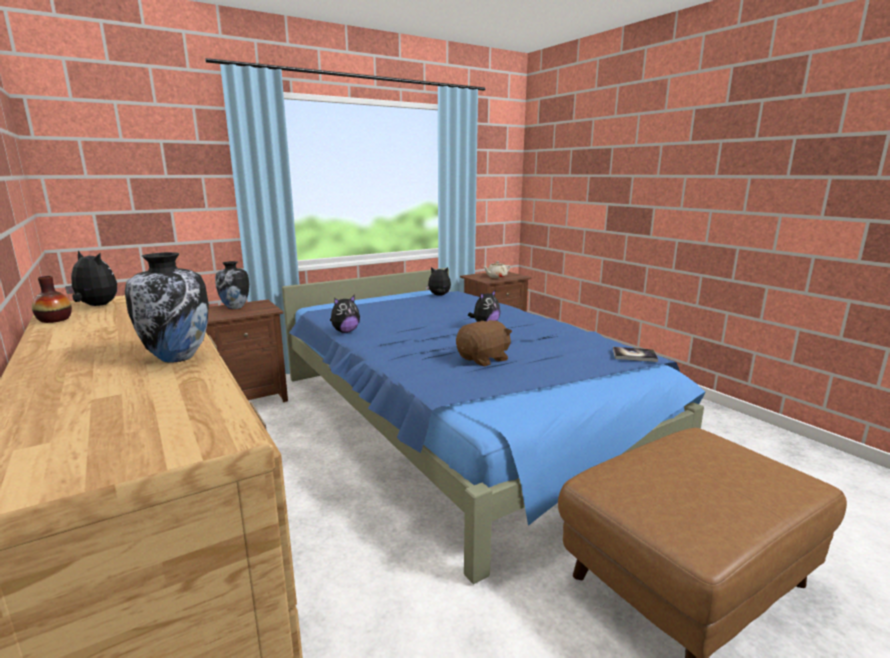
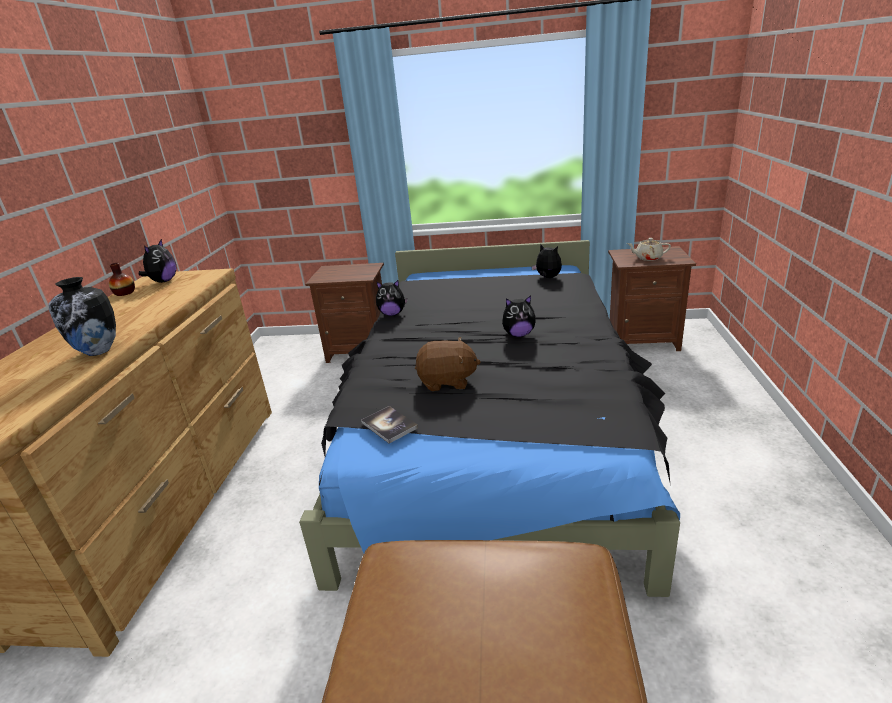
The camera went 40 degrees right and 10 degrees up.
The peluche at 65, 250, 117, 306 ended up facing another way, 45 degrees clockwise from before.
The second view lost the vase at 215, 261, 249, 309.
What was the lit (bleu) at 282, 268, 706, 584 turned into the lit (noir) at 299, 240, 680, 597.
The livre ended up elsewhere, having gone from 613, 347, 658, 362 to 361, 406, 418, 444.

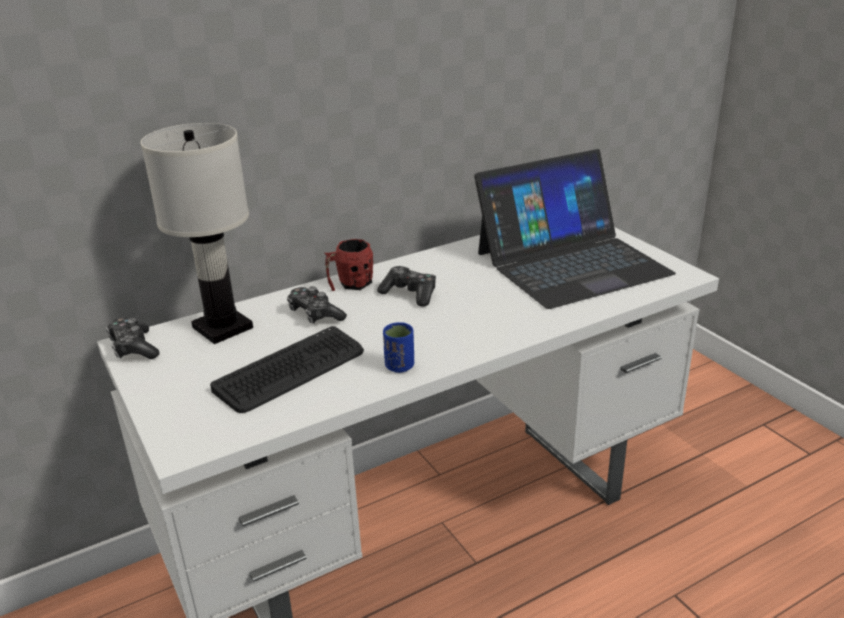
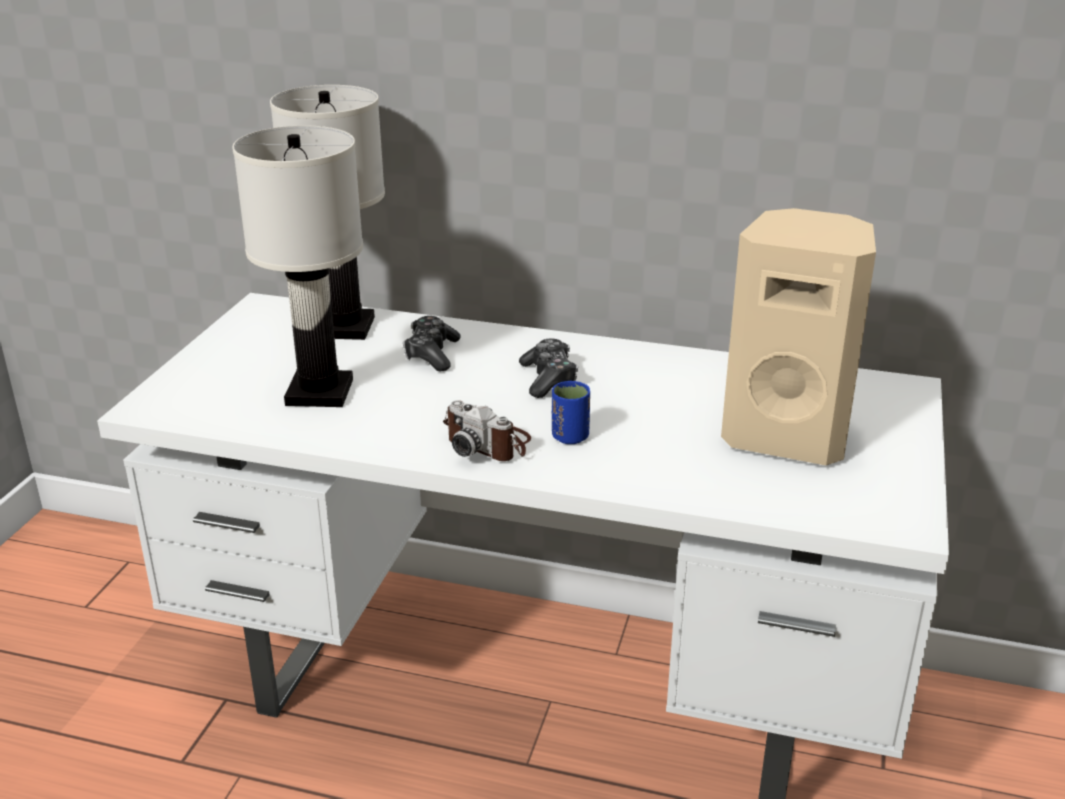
The camera went 45 degrees right and 0 degrees up.
The second view lost the manette at 106, 317, 160, 359.
Where the clavier stood at 210, 326, 364, 413, the lampe de table (blanc) came to stand at 232, 126, 363, 407.
The second view lost the mug (rouge) at 325, 239, 373, 291.
The tasse (bleu) ended up elsewhere, having gone from 383, 322, 414, 373 to 552, 381, 590, 444.
Where the ordinateur portable stood at 474, 149, 676, 309, the enceinte (beige) came to stand at 721, 208, 876, 465.
The second view gained the appareil photo at 443, 400, 531, 461.

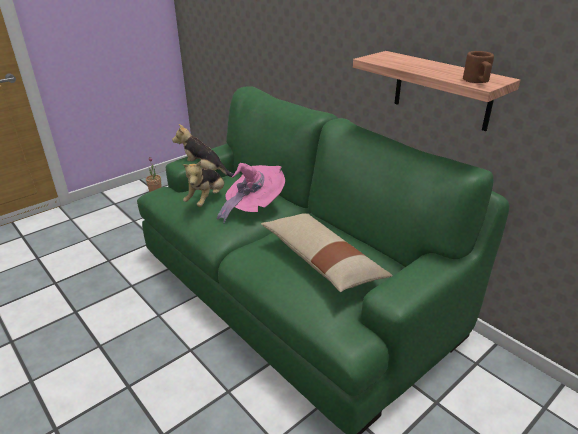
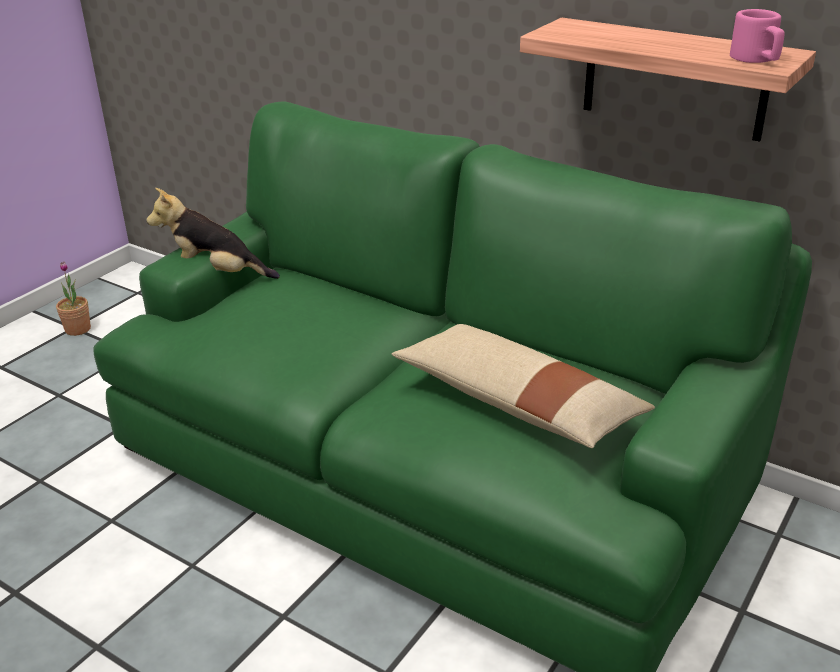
The camera went 15 degrees left and 0 degrees up.
The second view lost the peluche at 183, 161, 225, 207.
The second view lost the chapeau (rose) at 217, 163, 285, 223.
What was the mug (marron) at 463, 51, 494, 83 turned into the mug (rose) at 730, 9, 785, 63.

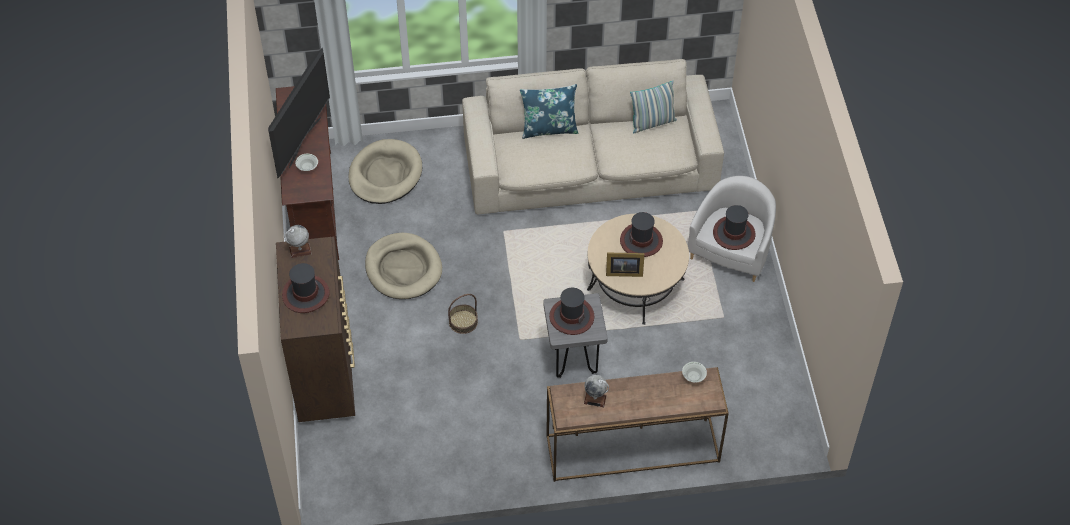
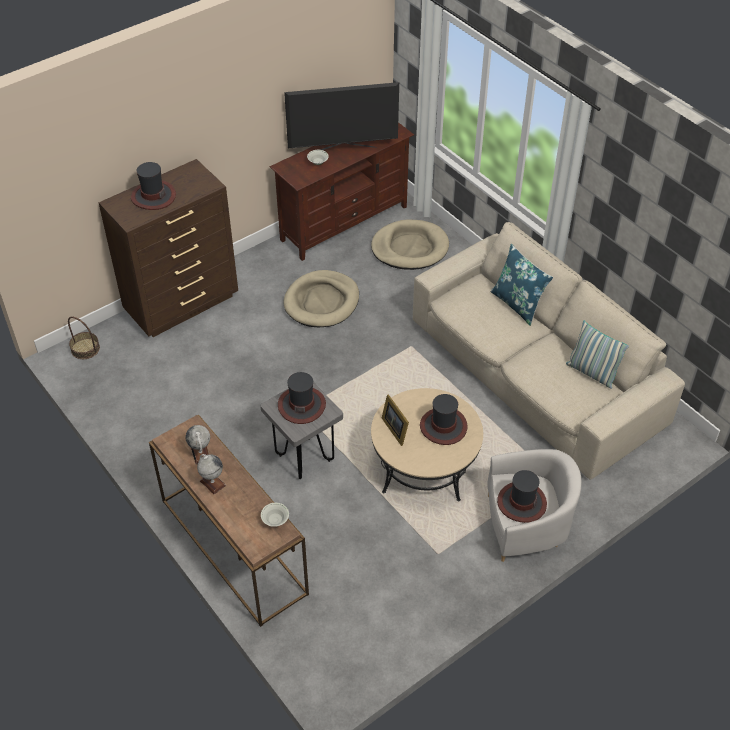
The camera went 60 degrees right and 5 degrees down.
The globe ended up elsewhere, having gone from 284, 225, 312, 258 to 197, 454, 226, 494.
The panier ended up elsewhere, having gone from 448, 294, 478, 334 to 68, 316, 100, 359.

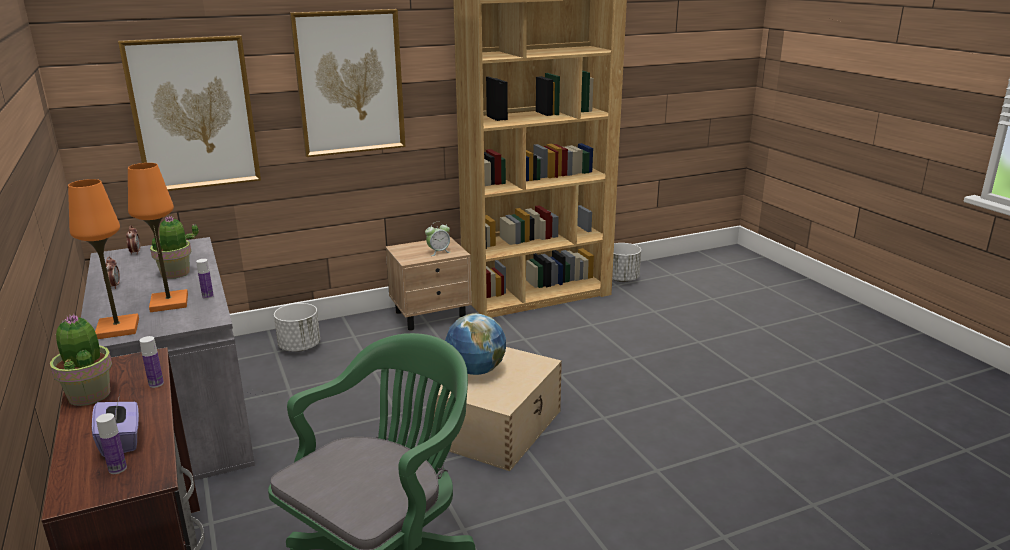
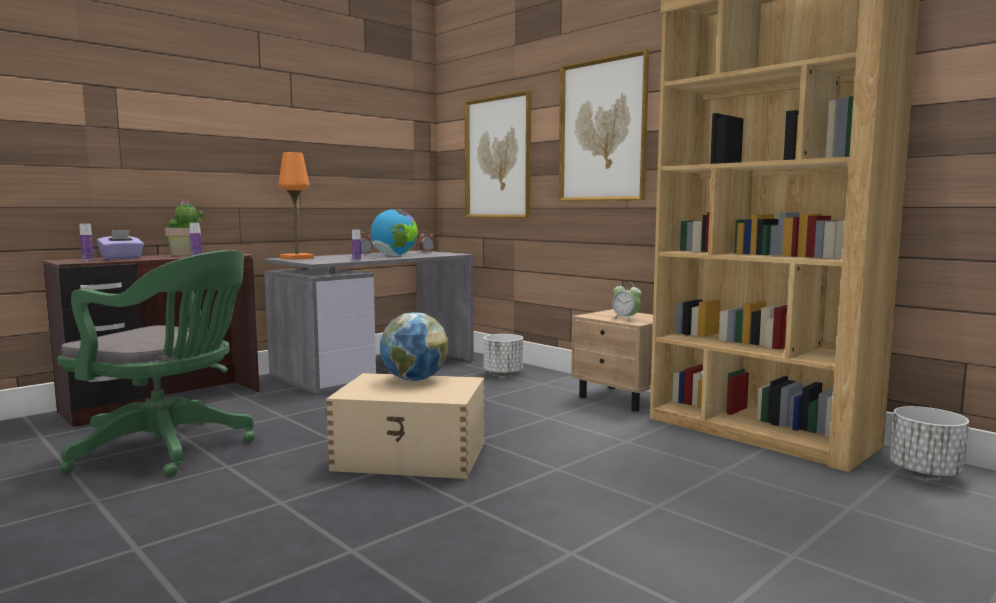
The camera went 70 degrees right and 15 degrees down.
The second view lost the lampe de table (orange) at 128, 163, 188, 312.
Where the plante en pot stood at 150, 216, 198, 279, the globe came to stand at 371, 209, 418, 256.

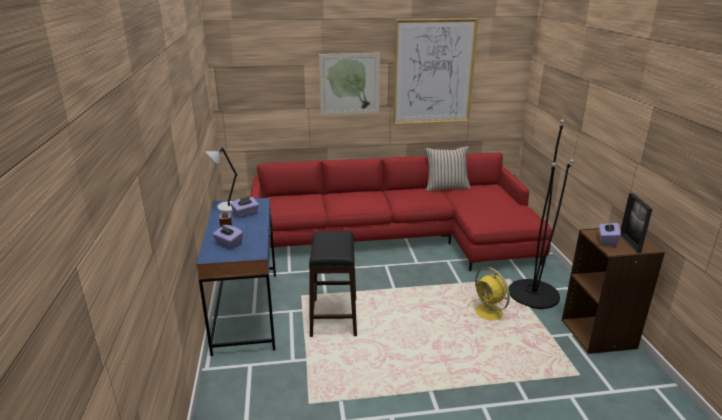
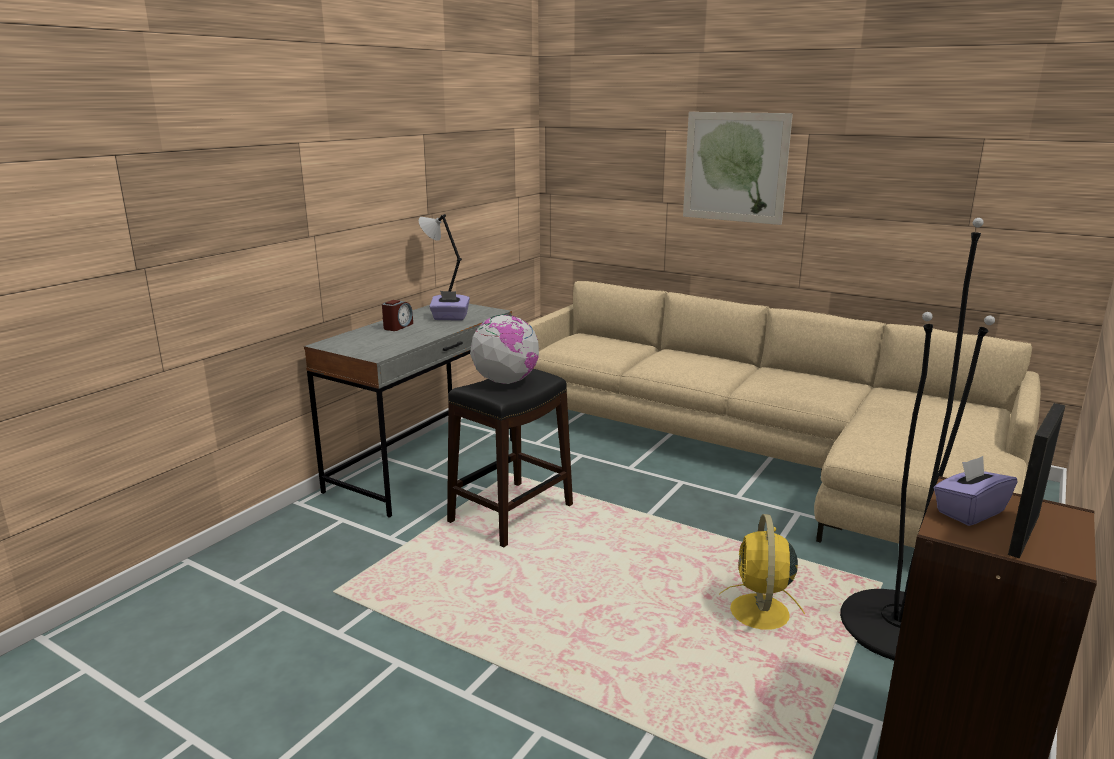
The camera went 40 degrees right and 5 degrees down.
What was the bureau (bleu) at 196, 198, 276, 356 turned into the bureau (gris) at 304, 304, 512, 518.
The second view lost the boîte à mouchoirs (violet) at 212, 225, 243, 249.
What was the canapé (rouge) at 250, 152, 552, 271 turned into the canapé (beige) at 528, 281, 1041, 548.
The second view lost the tableau at 393, 18, 478, 125.
The second view lost the coussin (beige) at 425, 146, 471, 191.
The second view gained the globe at 470, 314, 539, 384.

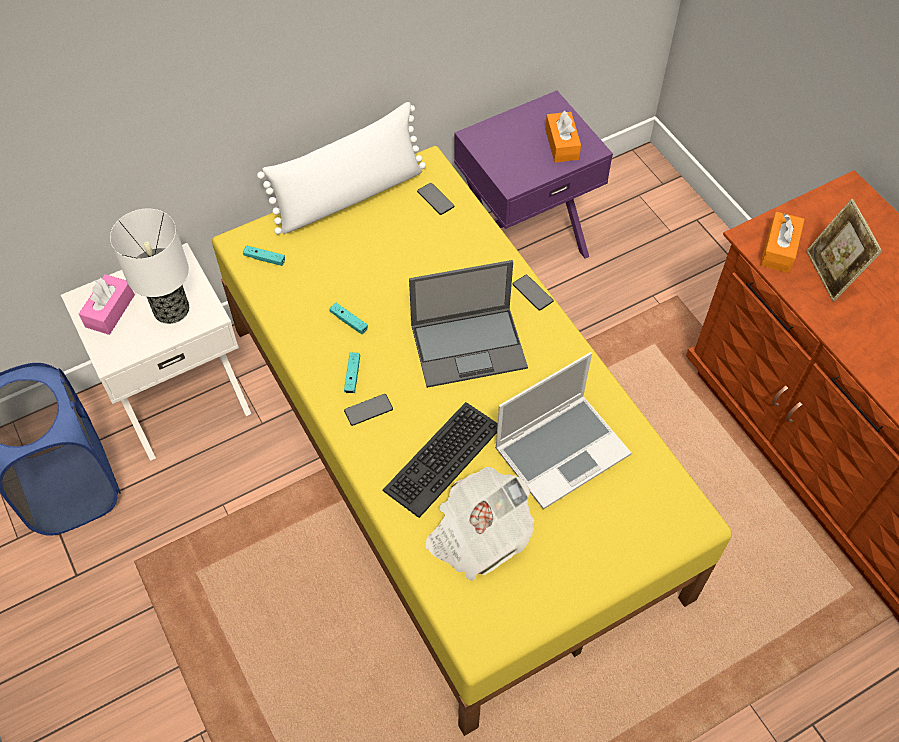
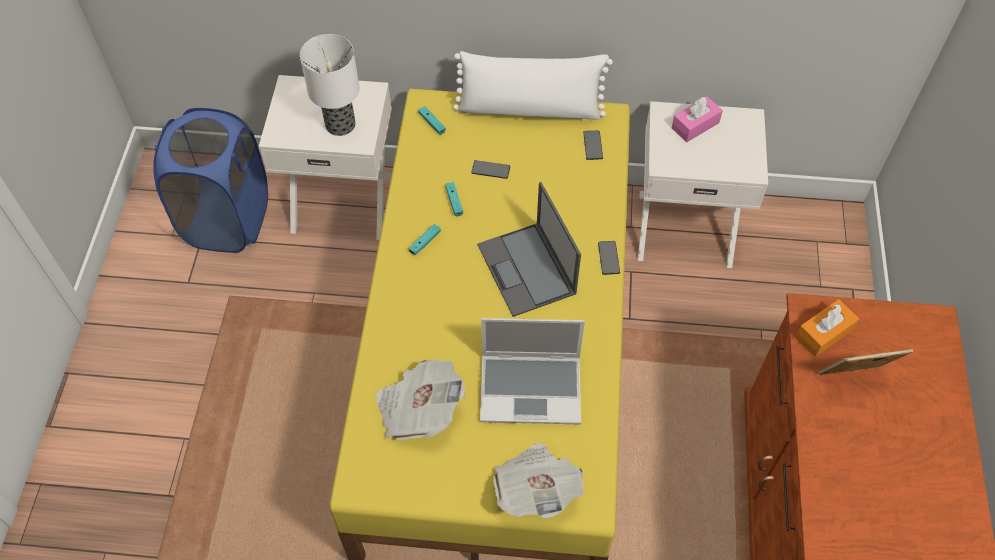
The camera went 35 degrees right and 0 degrees up.
The boîte à mouchoirs (rose) ended up elsewhere, having gone from 79, 274, 135, 335 to 672, 96, 723, 142.
The téléphone ended up elsewhere, having gone from 344, 394, 393, 426 to 471, 160, 510, 179.
The second view lost the clavier at 382, 402, 498, 518.
The ordinateur portable at 409, 260, 528, 388 ended up facing another way, 45 degrees clockwise from before.
What was the table de chevet (violet) at 454, 91, 613, 258 turned into the table de chevet (blanc) at 638, 101, 768, 268.
The second view lost the boîte à mouchoirs (orange) at 545, 111, 581, 162.
The cadre photo at 806, 199, 882, 302 ended up facing another way, 60 degrees clockwise from before.
The second view gained the journal at 493, 443, 584, 519.

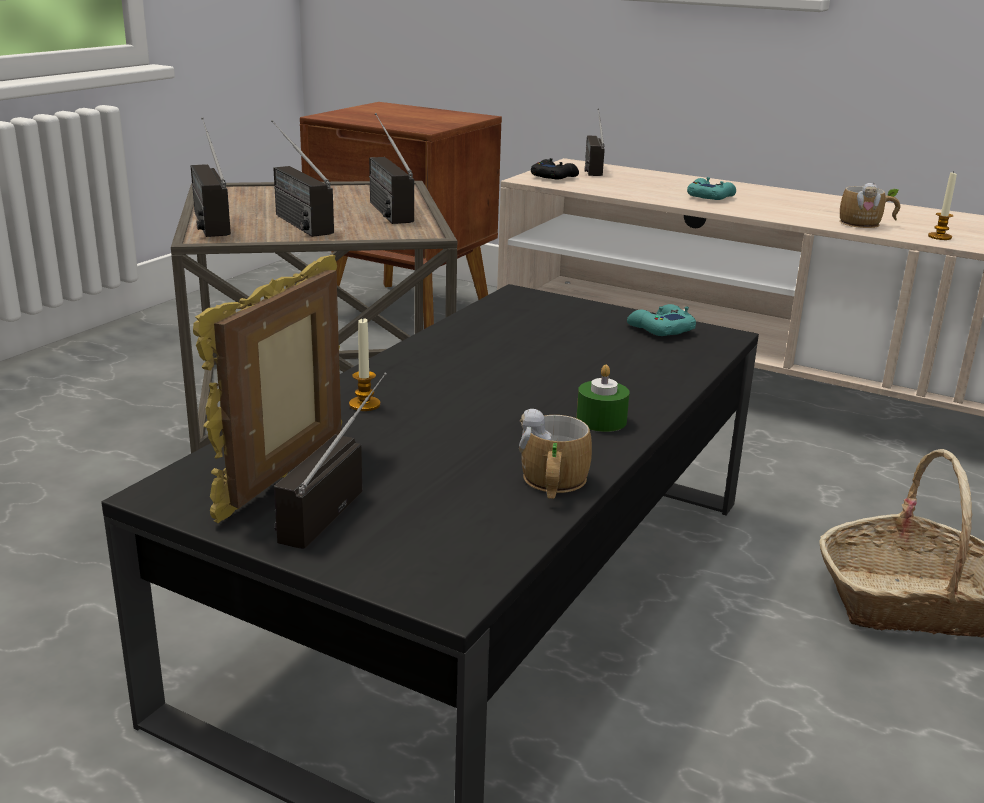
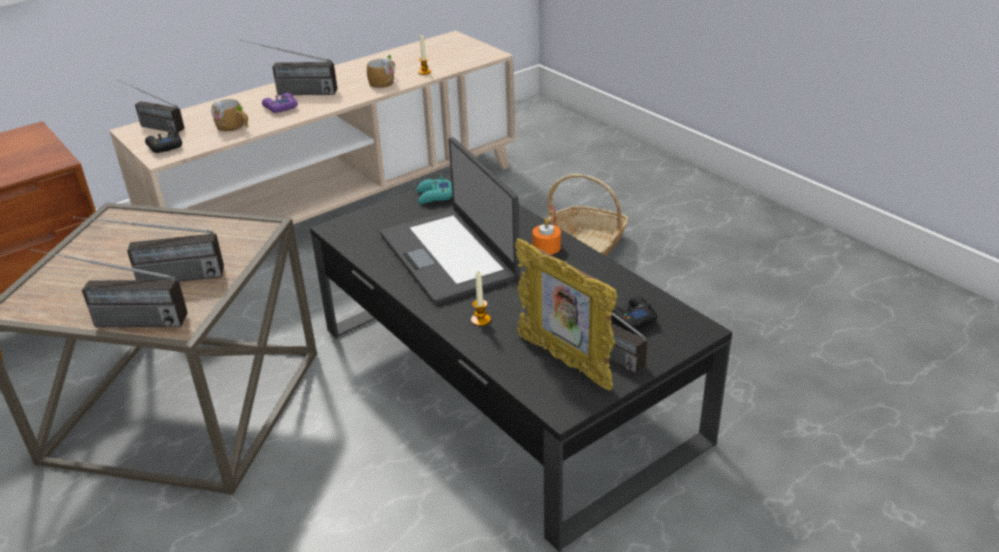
The camera went 65 degrees left and 10 degrees up.
The radio ended up elsewhere, having gone from 369, 113, 414, 224 to 240, 39, 337, 95.
The mug ended up elsewhere, having gone from 519, 409, 592, 499 to 211, 99, 249, 132.
What was the bougie (vert) at 577, 365, 629, 432 turned into the bougie (orange) at 532, 218, 561, 255.
What was the manette (turquoise) at 687, 177, 736, 200 turned into the manette (violet) at 262, 93, 298, 113.
The second view gained the ordinateur portable at 380, 137, 520, 304.
The second view gained the manette (noir) at 611, 296, 657, 331.

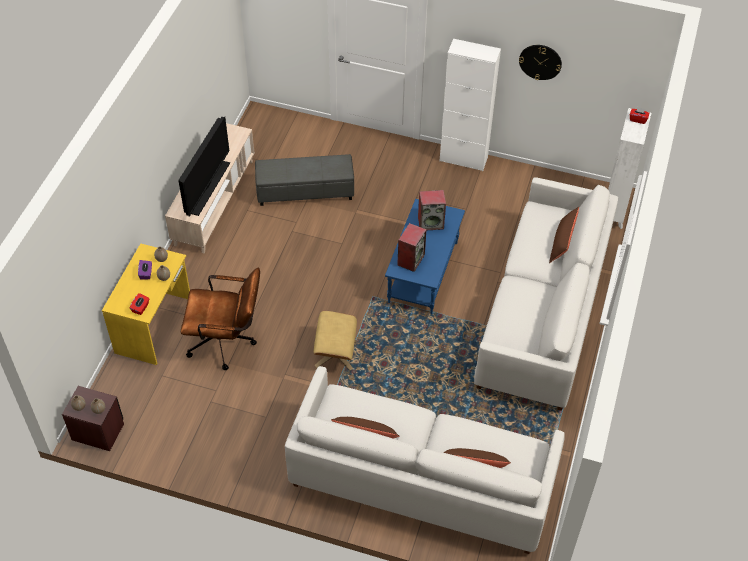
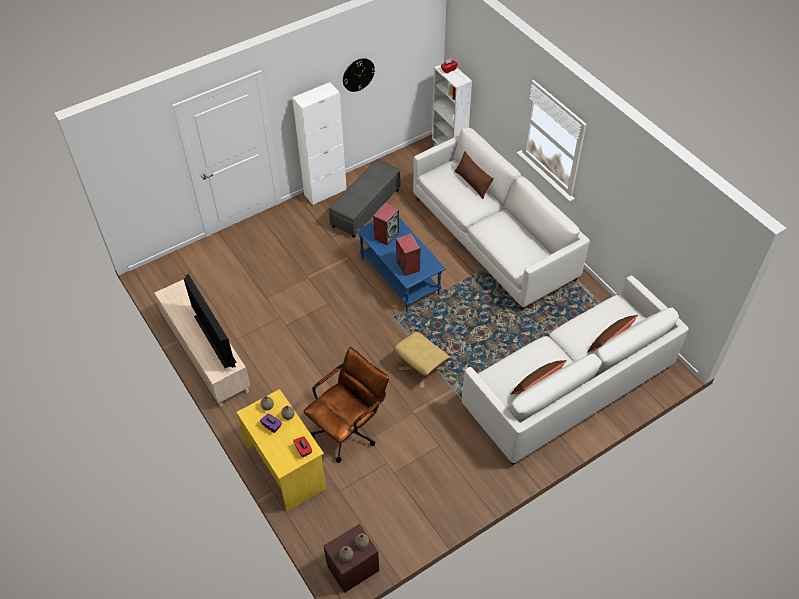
The camera went 50 degrees left and 0 degrees up.
The pouf (gris) ended up elsewhere, having gone from 255, 154, 354, 206 to 329, 159, 400, 238.

